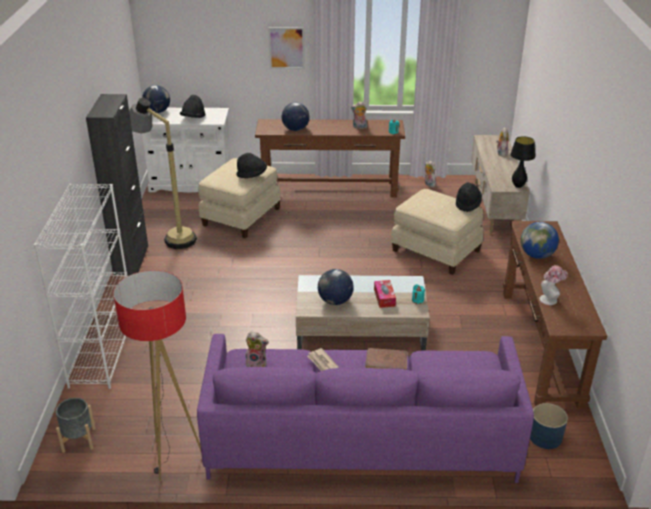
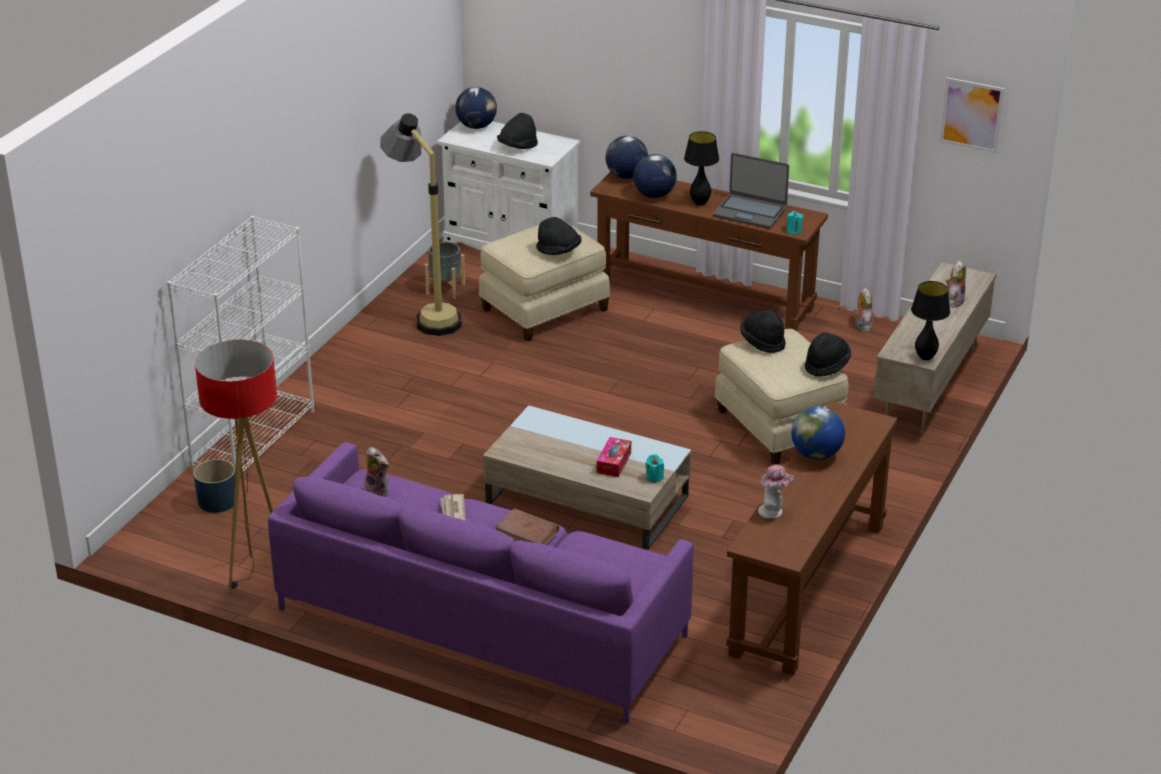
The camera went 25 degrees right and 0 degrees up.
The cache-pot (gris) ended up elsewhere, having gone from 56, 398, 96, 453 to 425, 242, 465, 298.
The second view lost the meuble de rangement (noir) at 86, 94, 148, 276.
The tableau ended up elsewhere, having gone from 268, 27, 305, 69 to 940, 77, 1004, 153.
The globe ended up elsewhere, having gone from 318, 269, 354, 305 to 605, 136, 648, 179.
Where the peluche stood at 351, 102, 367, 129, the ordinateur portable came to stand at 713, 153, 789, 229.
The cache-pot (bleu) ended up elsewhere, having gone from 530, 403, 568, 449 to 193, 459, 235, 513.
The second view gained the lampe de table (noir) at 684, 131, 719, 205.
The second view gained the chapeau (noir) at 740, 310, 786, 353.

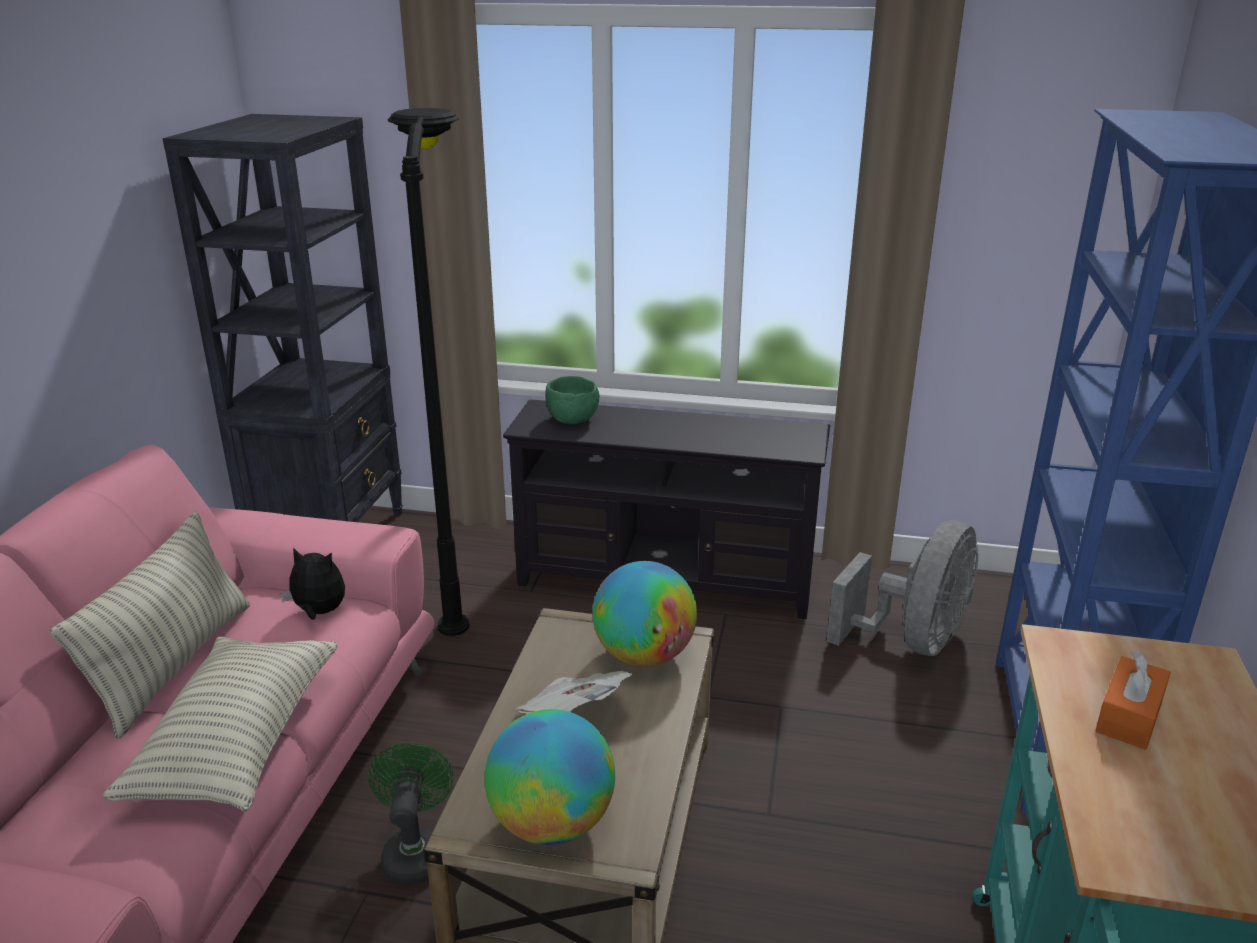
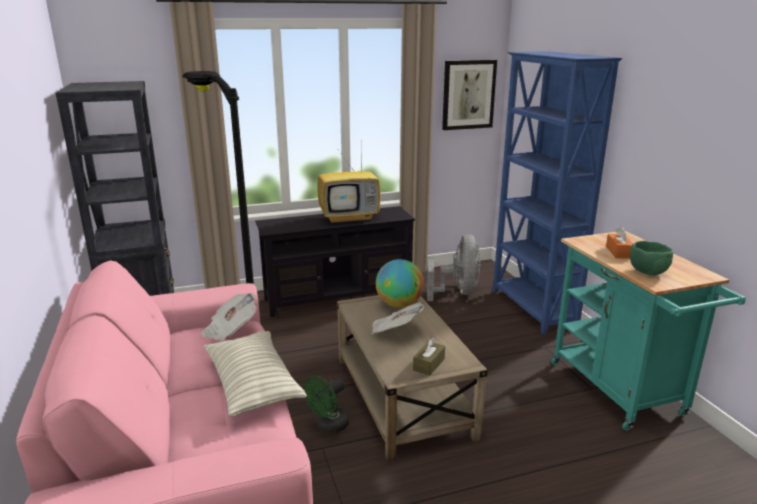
The camera went 30 degrees left and 5 degrees down.
The second view lost the coussin at 50, 511, 250, 739.
Where the peluche stood at 280, 548, 345, 620, the journal came to stand at 201, 293, 257, 341.
The ventilateur (vert) at 368, 742, 453, 885 ended up facing another way, 105 degrees counterclockwise from before.
Where the globe stood at 485, 709, 615, 845, the boîte à mouchoirs (marron) came to stand at 413, 338, 445, 376.
The bol (vert) ended up elsewhere, having gone from 545, 376, 599, 424 to 630, 241, 673, 275.
The second view gained the téléviseur at 317, 147, 381, 224.
The second view gained the tableau at 442, 60, 497, 130.

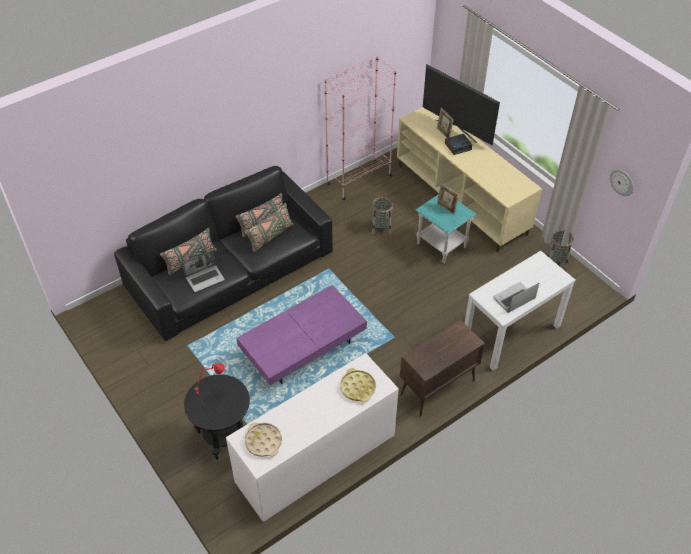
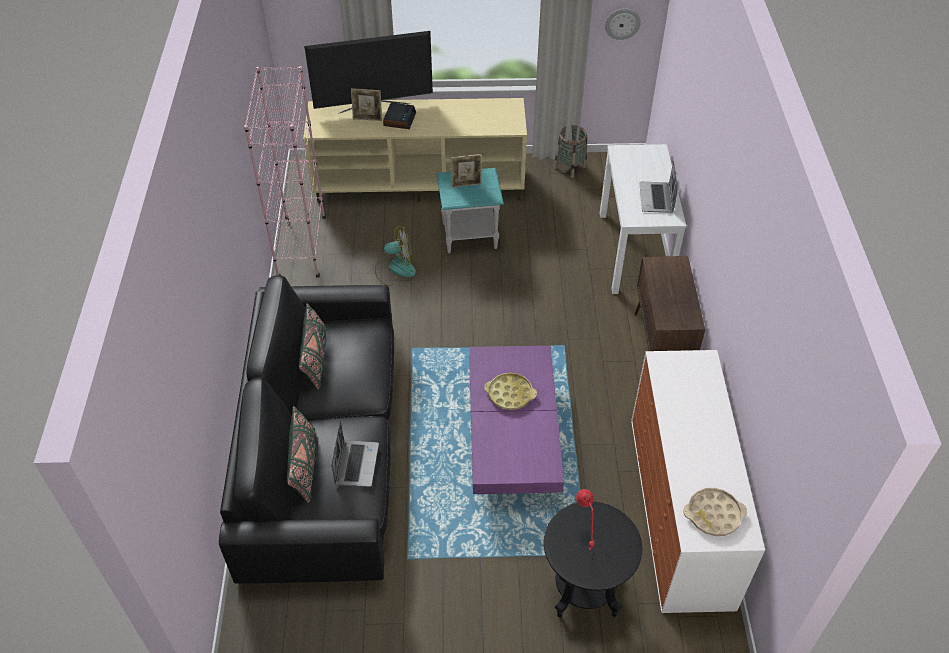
The camera went 55 degrees left and 0 degrees up.
The second view lost the coussin (vert) at 245, 203, 293, 252.
The plateau (jaune) ended up elsewhere, having gone from 340, 368, 376, 402 to 484, 373, 537, 410.
Where the panier stood at 372, 197, 393, 235, the ventilateur came to stand at 375, 226, 416, 286.

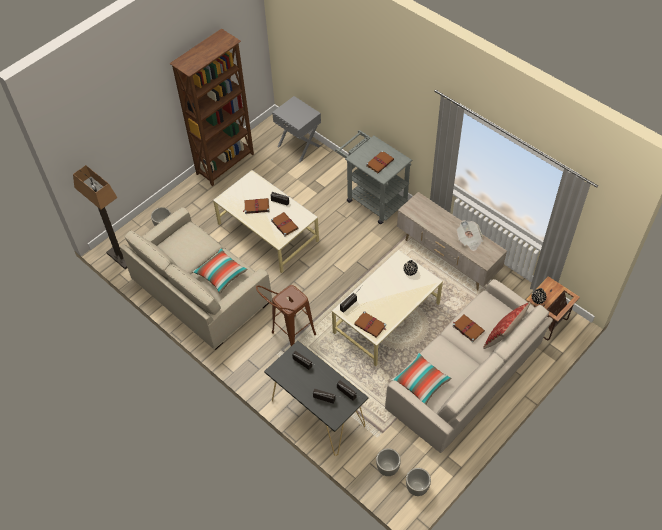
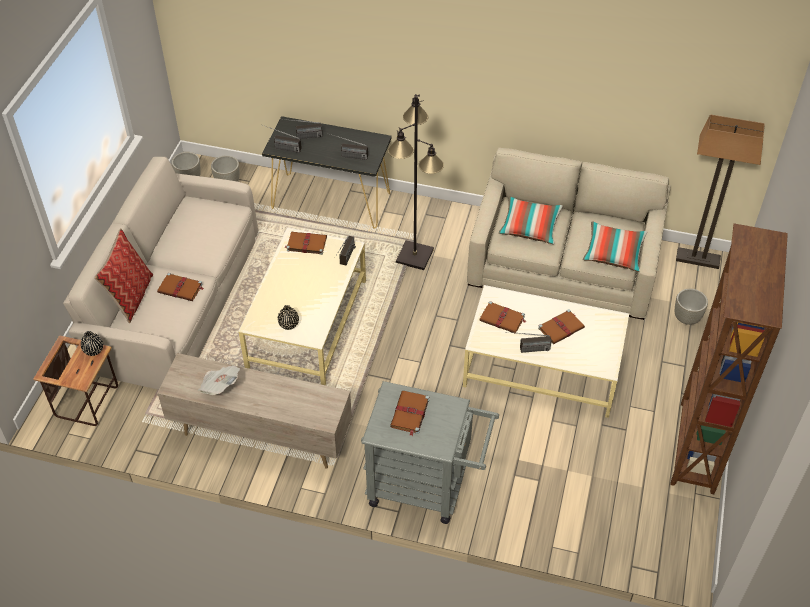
The camera went 150 degrees right and 5 degrees down.
Where the tabouret (marron) stood at 256, 285, 316, 346, the lampadaire (noir) came to stand at 388, 94, 444, 270.
The second view lost the table de chevet (gris) at 272, 96, 321, 162.
The coussin ended up elsewhere, having gone from 391, 353, 451, 404 to 583, 221, 647, 272.

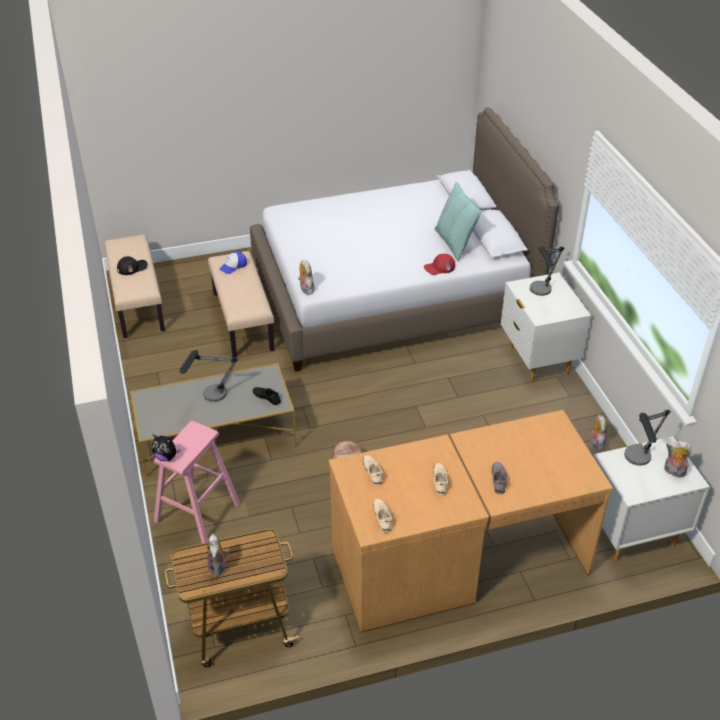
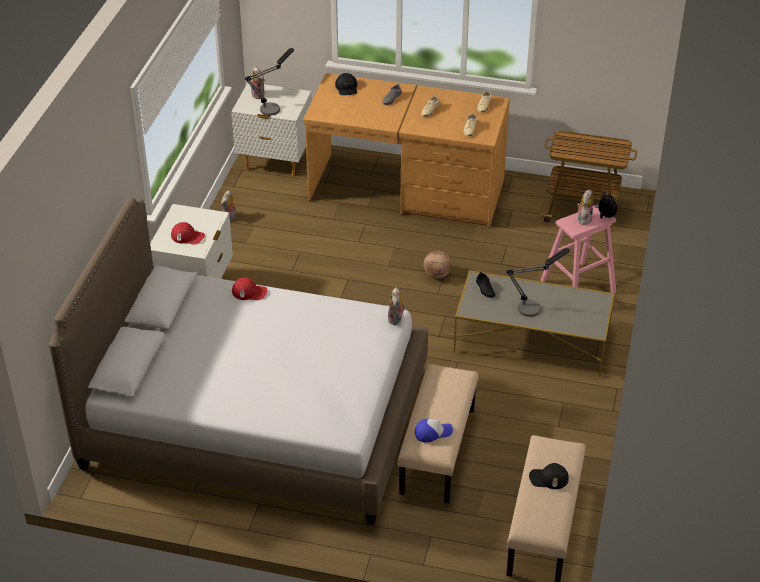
The camera went 150 degrees left and 0 degrees up.
The peluche ended up elsewhere, having gone from 207, 534, 228, 577 to 577, 189, 593, 225.
The second view lost the coussin at 434, 181, 482, 261.
Where the lampe de table stood at 530, 246, 564, 296, the casquette (rouge) came to stand at 171, 222, 205, 245.
The second view gained the casquette (noir) at 335, 73, 357, 95.

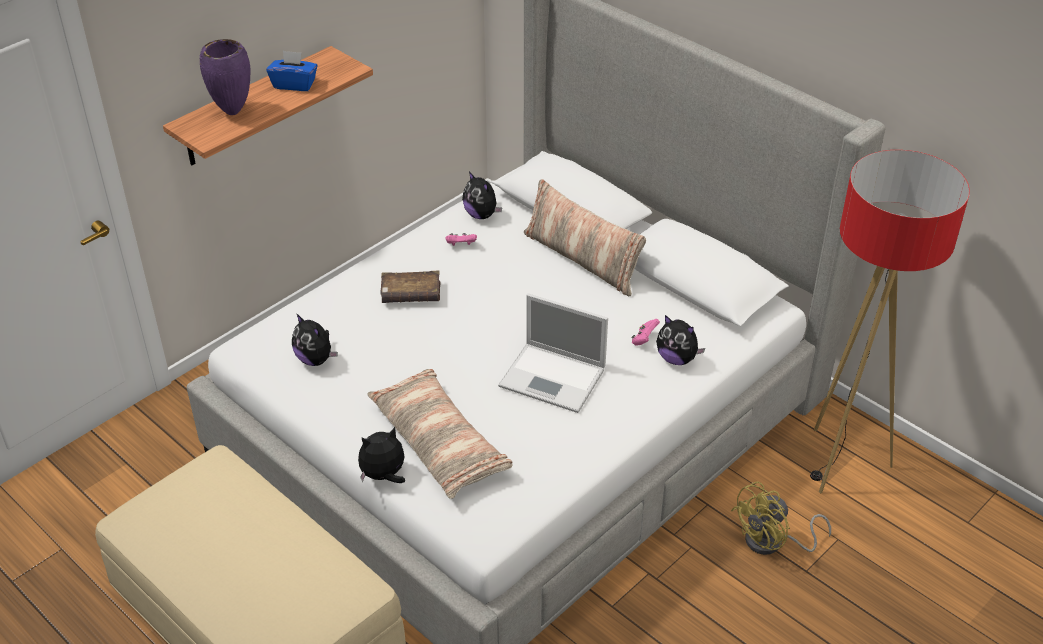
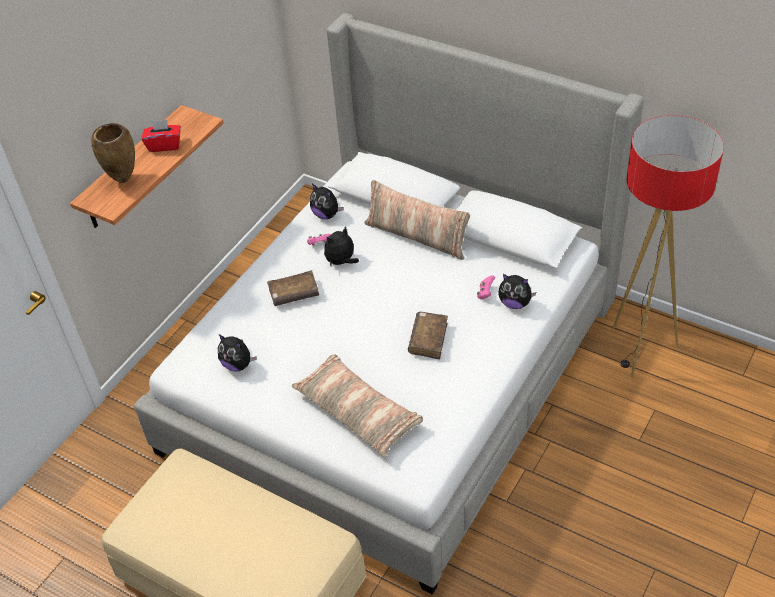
The camera went 10 degrees left and 5 degrees up.
What was the vase (violet) at 200, 39, 251, 115 turned into the vase (marron) at 91, 123, 135, 183.
What was the boîte à mouchoirs (bleu) at 266, 51, 318, 91 turned into the boîte à mouchoirs (rouge) at 141, 120, 181, 152.
The peluche ended up elsewhere, having gone from 358, 427, 405, 483 to 324, 226, 359, 266.
Where the ordinateur portable stood at 498, 294, 608, 413, the livre (marron) came to stand at 408, 312, 448, 359.
The second view lost the ventilateur (jaune) at 731, 481, 831, 555.

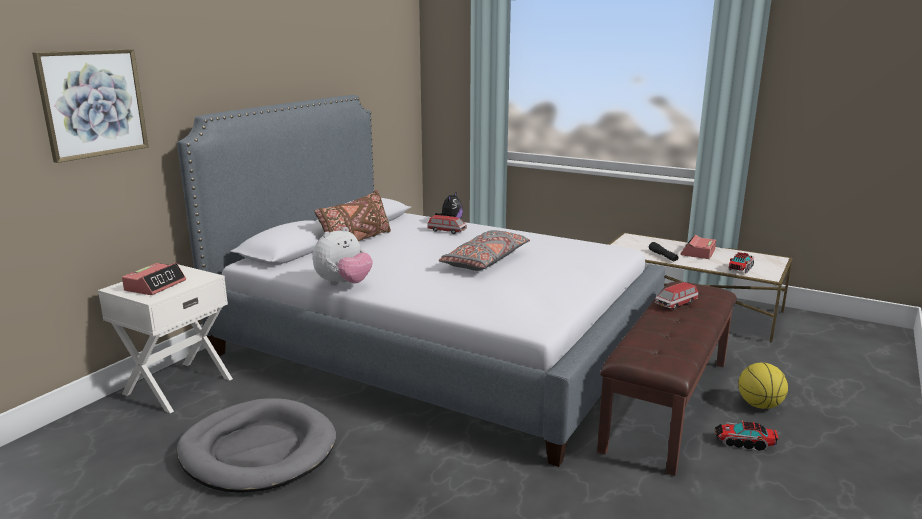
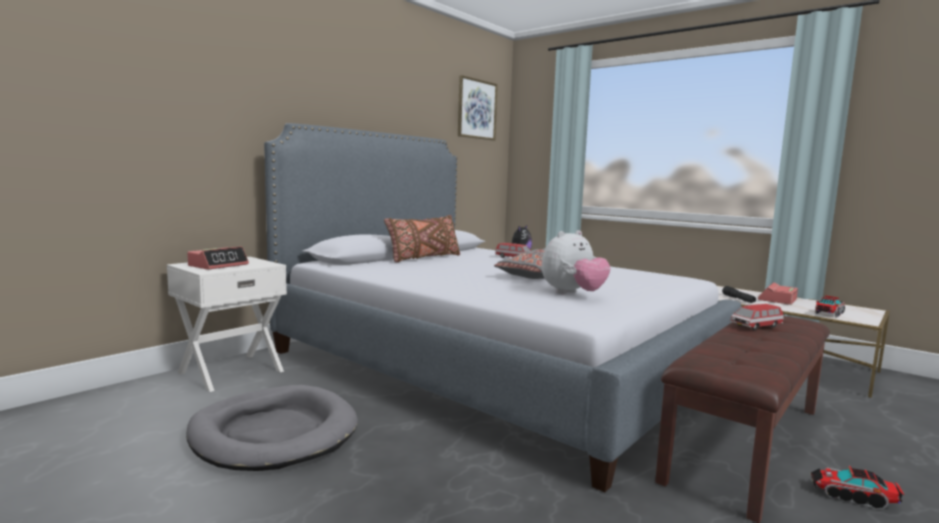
The camera went 10 degrees right and 10 degrees down.
The tableau ended up elsewhere, having gone from 32, 49, 148, 163 to 458, 75, 498, 140.
The peluche ended up elsewhere, having gone from 313, 227, 373, 286 to 542, 230, 611, 294.
The second view lost the ballon de basket at 738, 363, 788, 409.

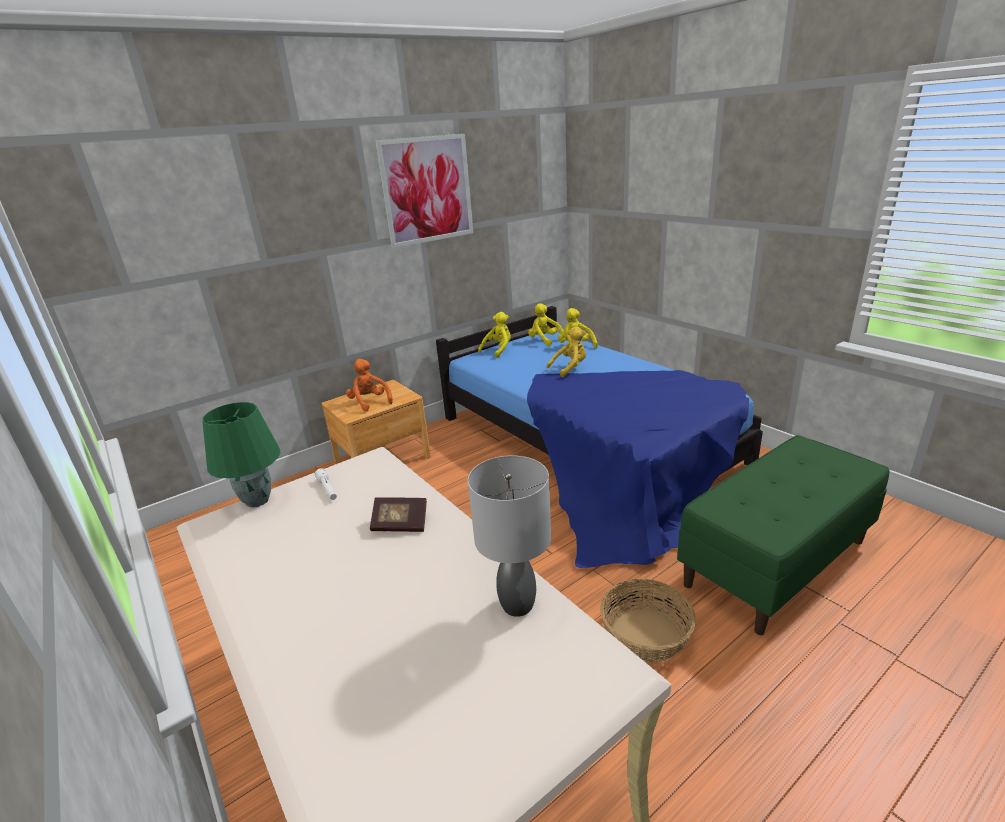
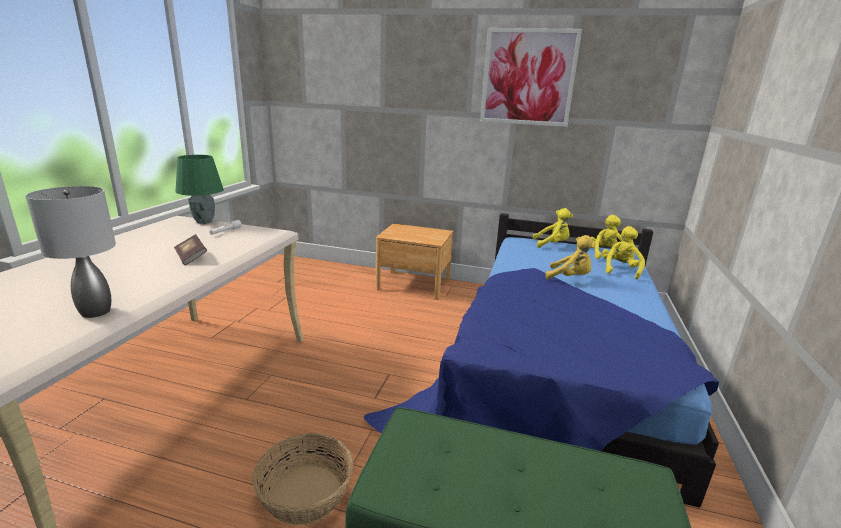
The camera went 50 degrees right and 5 degrees down.
The second view lost the peluche (orange) at 346, 359, 393, 412.

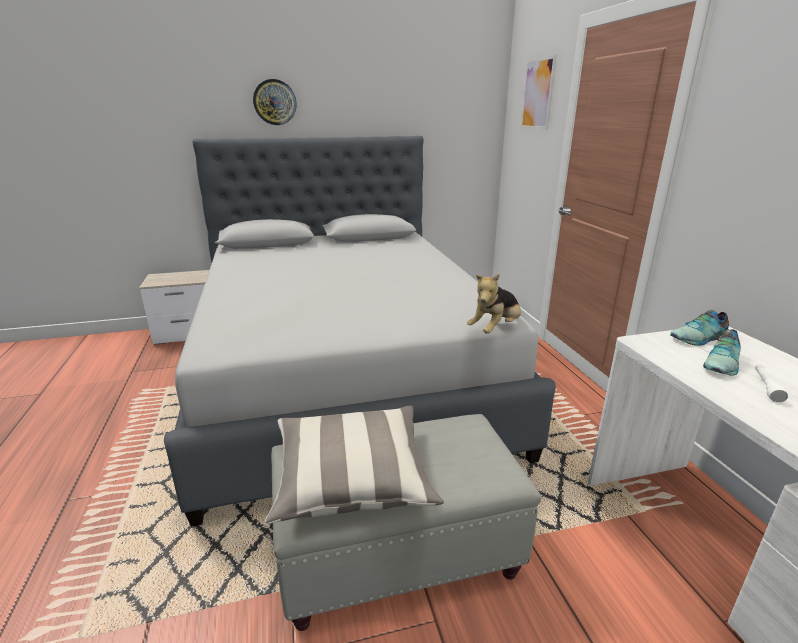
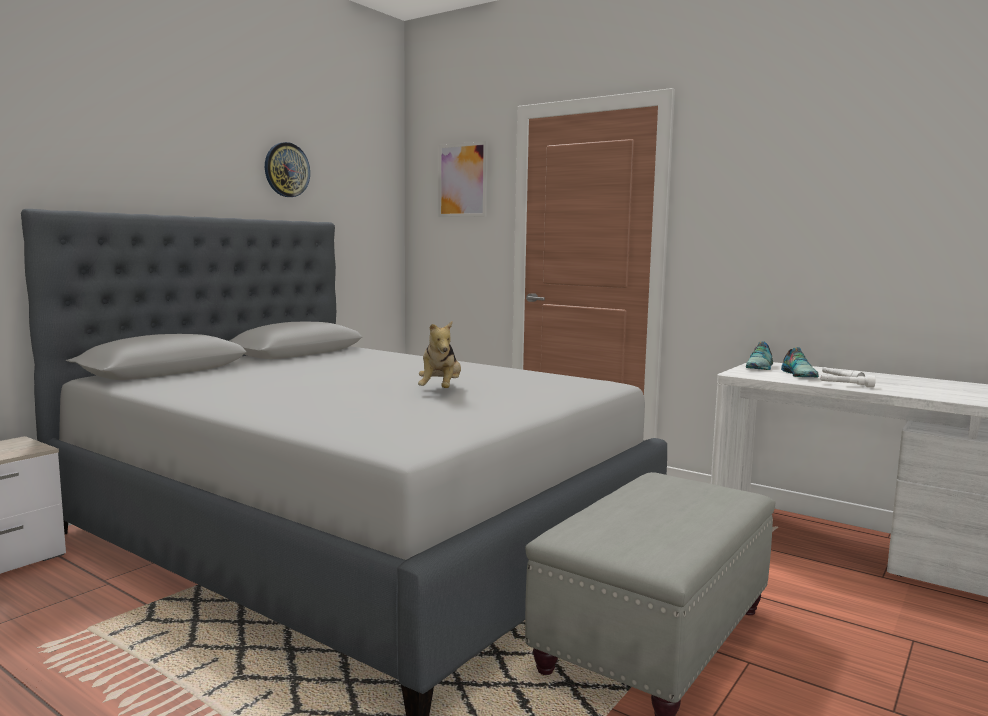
The camera went 40 degrees left and 15 degrees down.
The horloge murale ended up elsewhere, having gone from 253, 79, 297, 125 to 265, 142, 310, 197.
The second view lost the coussin at 265, 406, 444, 524.
The peluche ended up elsewhere, having gone from 467, 273, 521, 334 to 418, 321, 461, 388.
The second view gained the lampe de poche (blanc) at 821, 375, 876, 387.

